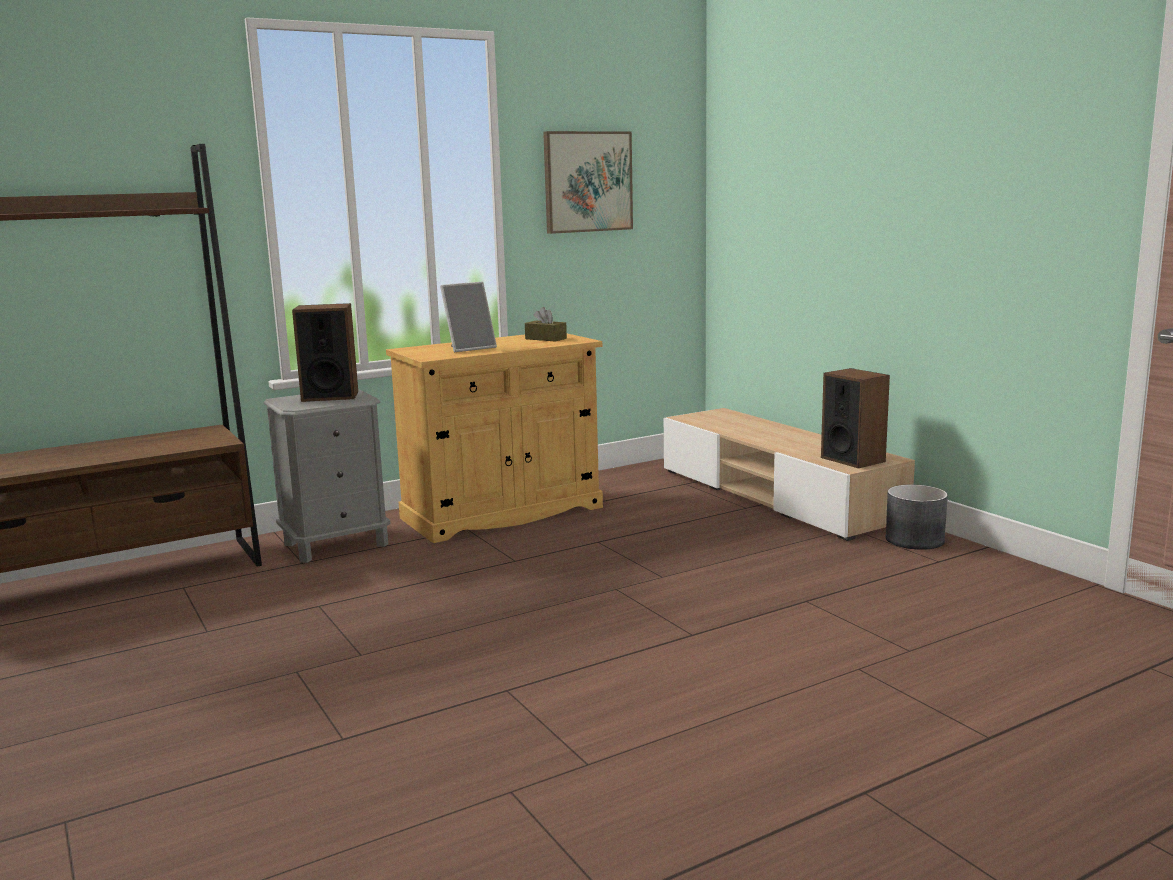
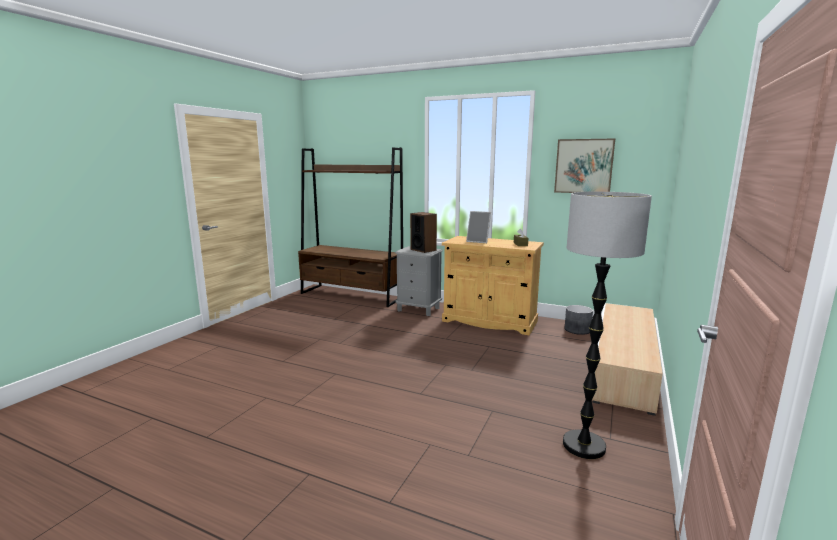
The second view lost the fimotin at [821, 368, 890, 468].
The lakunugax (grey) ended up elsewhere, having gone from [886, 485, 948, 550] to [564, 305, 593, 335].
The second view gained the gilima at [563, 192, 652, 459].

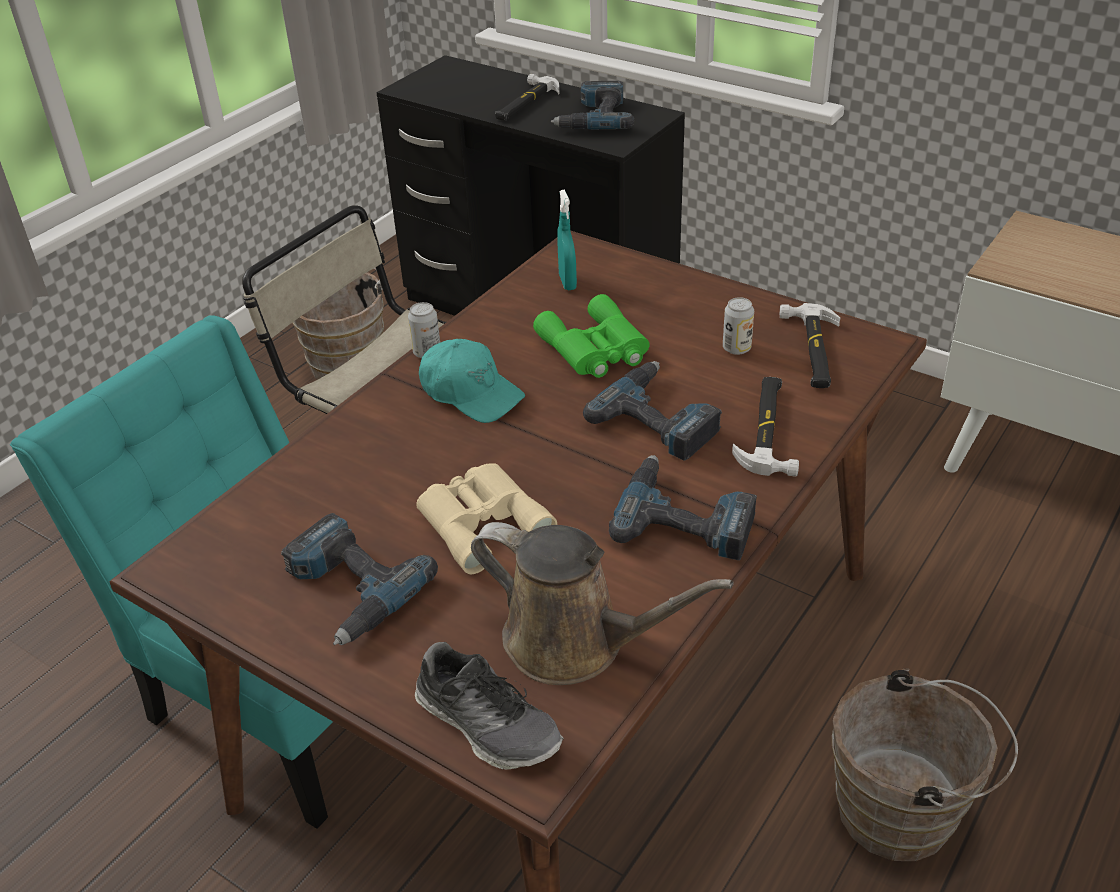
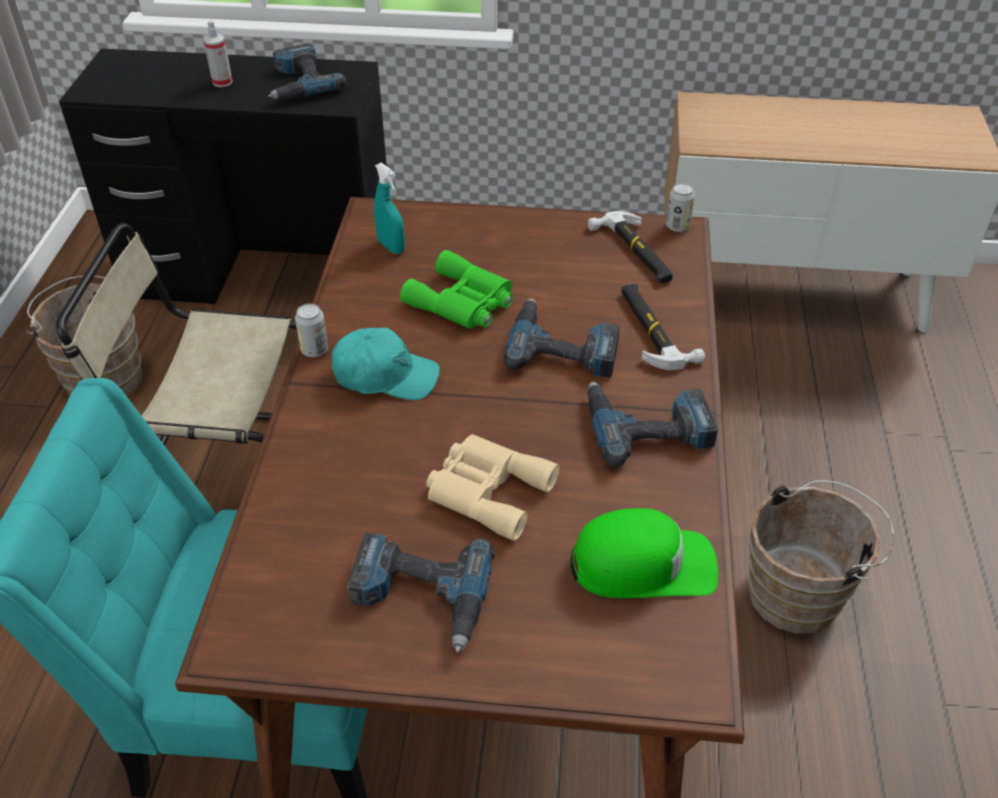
Where the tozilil stood at [495, 74, 559, 121], the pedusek came to stand at [203, 20, 233, 87].
The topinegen ended up elsewhere, having gone from [723, 297, 754, 355] to [666, 183, 695, 232].
Where the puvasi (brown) stood at [471, 522, 734, 685], the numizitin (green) came to stand at [571, 508, 718, 598].
The second view lost the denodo at [415, 642, 564, 770].

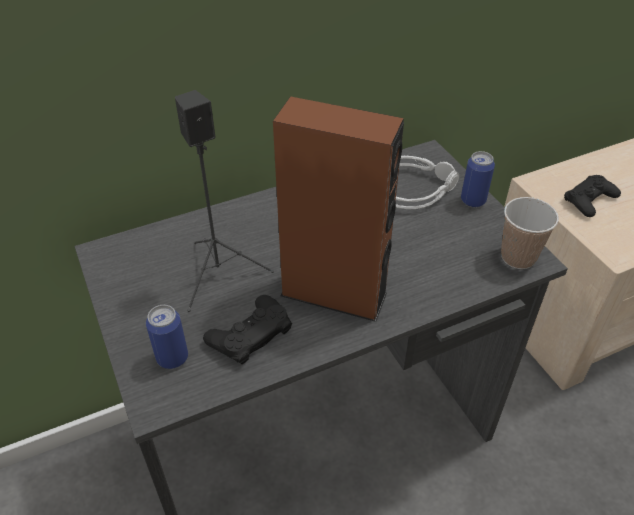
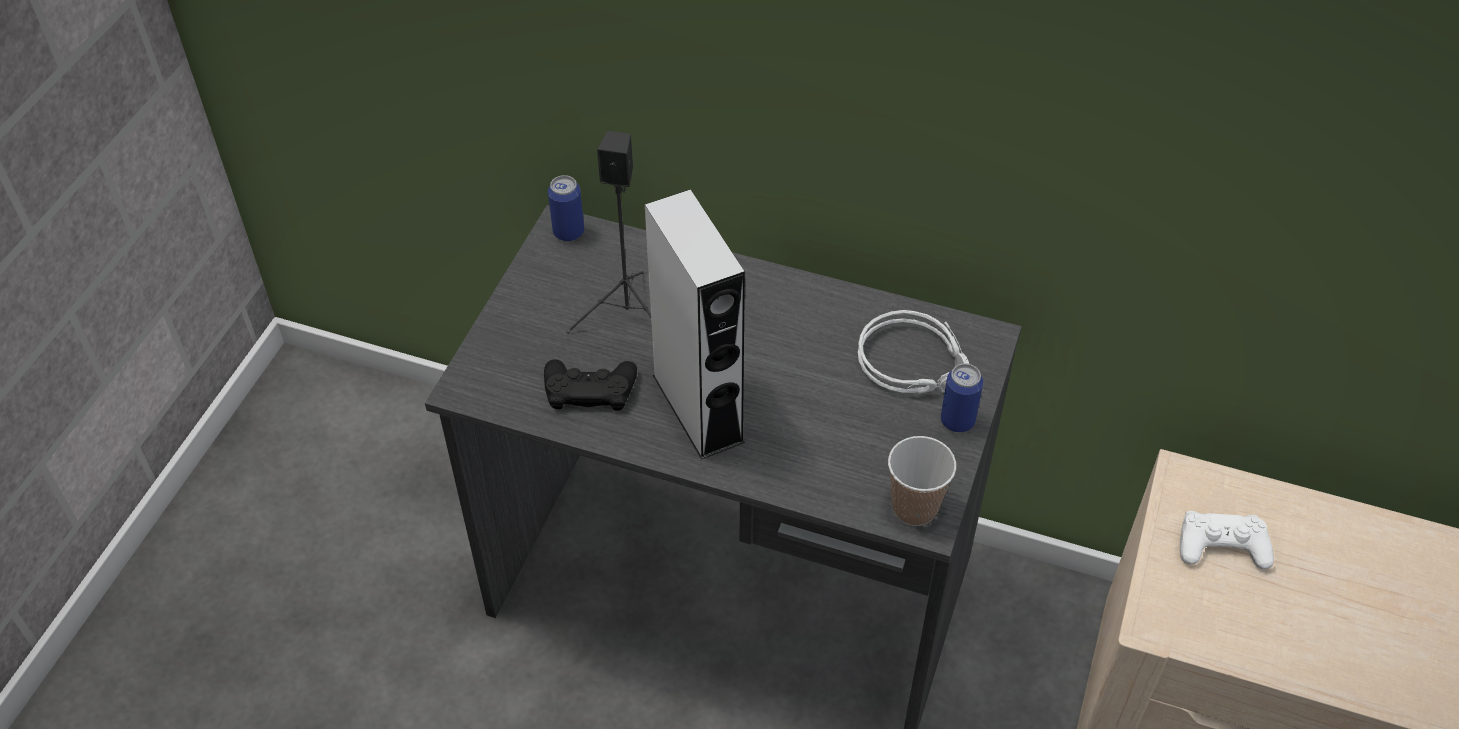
What was the fimotin (brown) at [273, 96, 404, 322] turned into the fimotin (grey) at [645, 190, 745, 460].
What was the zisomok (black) at [564, 175, 621, 217] turned into the zisomok (white) at [1180, 511, 1274, 569].
The topinegen ended up elsewhere, having gone from [146, 305, 188, 369] to [548, 175, 584, 242].

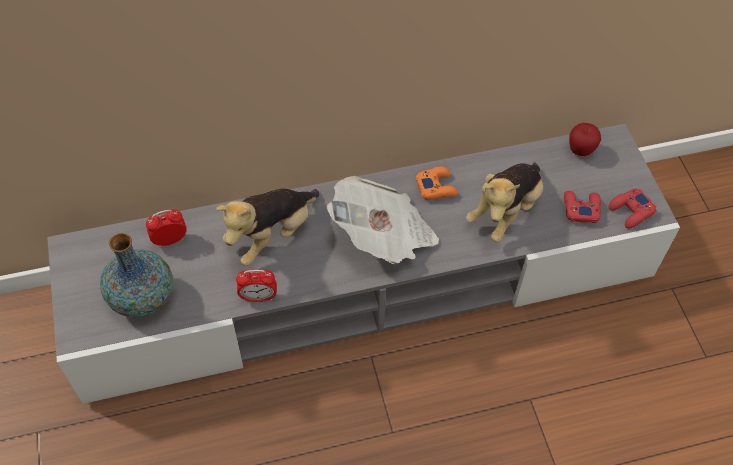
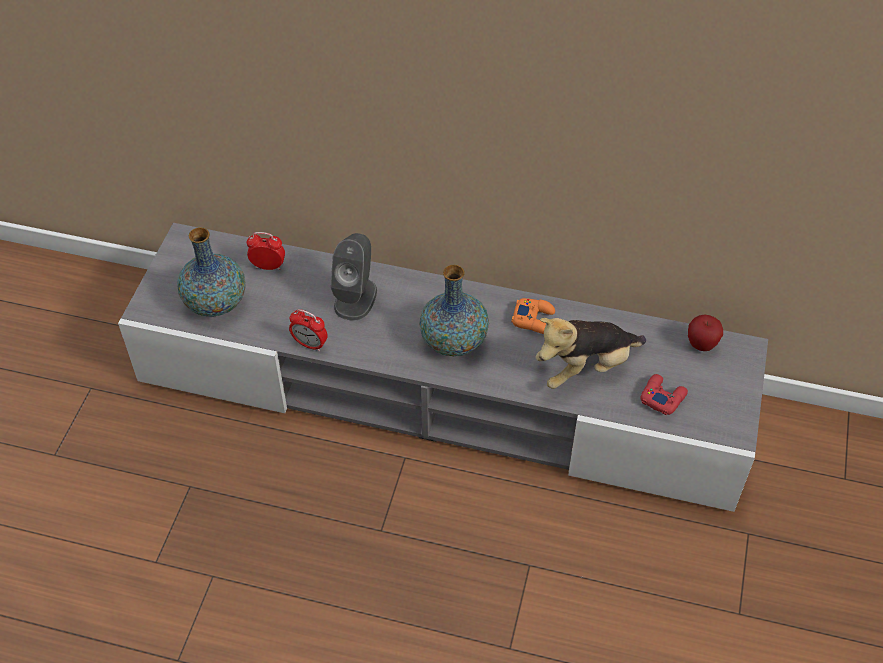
Where the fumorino stood at [326, 176, 439, 264], the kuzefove came to stand at [419, 265, 489, 356].
The second view lost the zisomok (red) at [608, 188, 657, 229].
Where the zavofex stood at [216, 189, 319, 266], the fimotin (grey) came to stand at [331, 233, 377, 321].

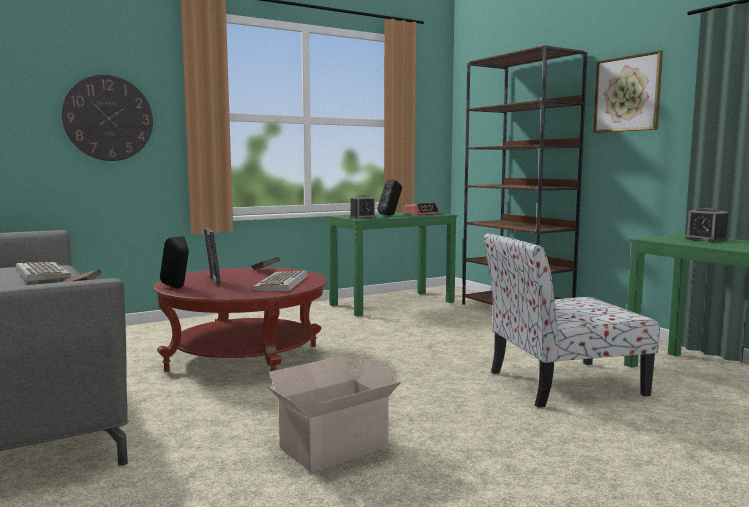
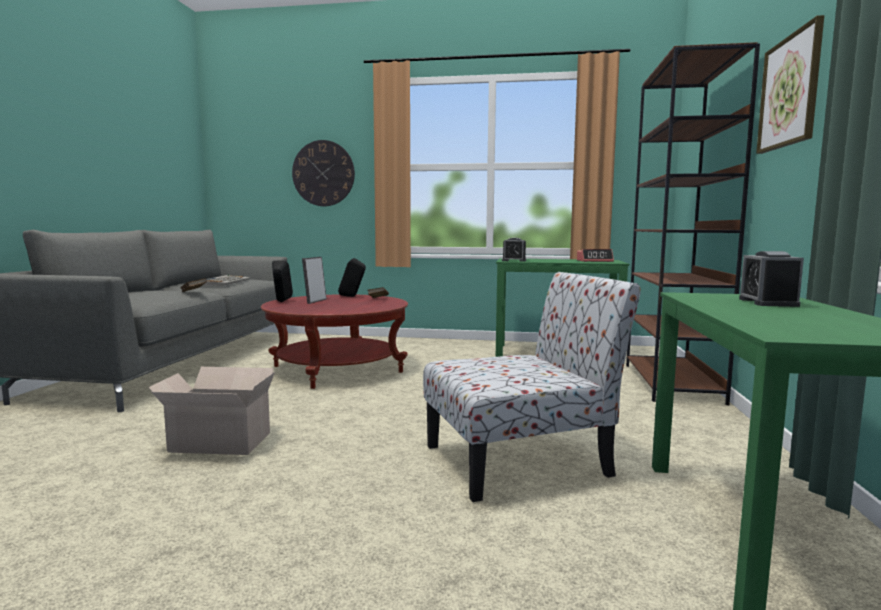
The fimotin (black) ended up elsewhere, having gone from [378, 180, 402, 216] to [338, 258, 366, 297].
The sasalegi at [483, 233, 660, 407] ended up facing another way, 135 degrees clockwise from before.
The second view lost the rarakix at [252, 271, 307, 292].

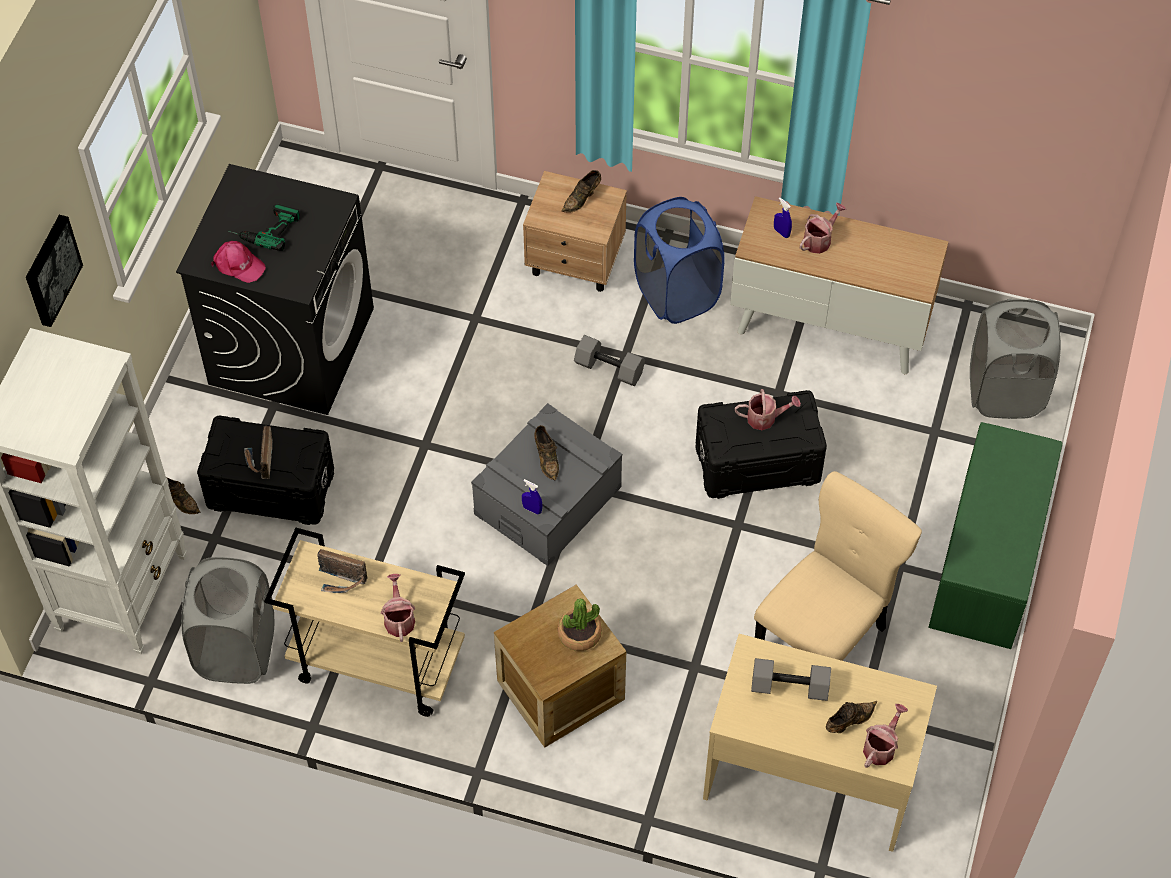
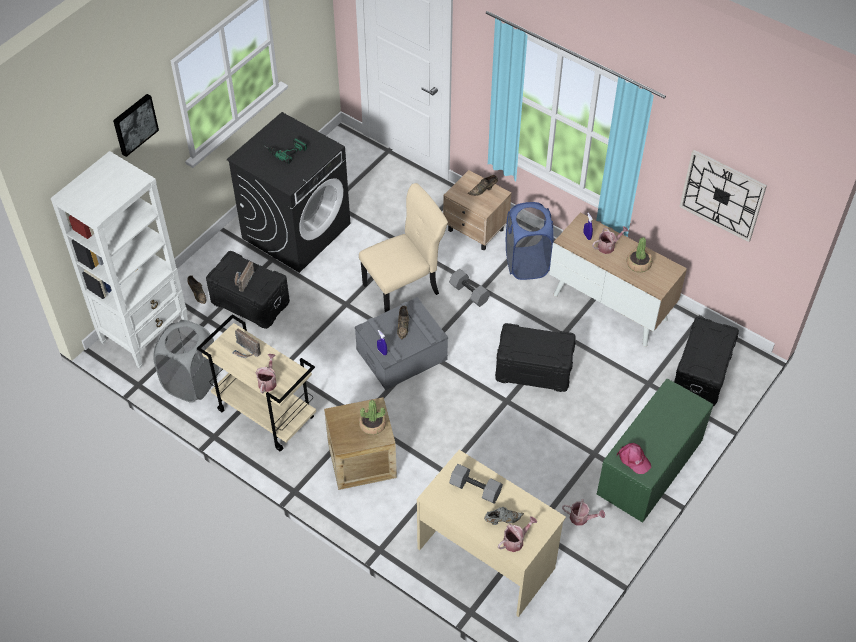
The numizitin (pink) ended up elsewhere, having gone from [211, 241, 266, 283] to [617, 443, 651, 474].
Where the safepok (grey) stood at [970, 299, 1061, 419], the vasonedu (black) came to stand at [674, 317, 739, 406].
The puvasi ended up elsewhere, having gone from [735, 389, 801, 430] to [562, 499, 605, 526].
The sasalegi (beige) ended up elsewhere, having gone from [754, 471, 922, 661] to [359, 183, 448, 312].
What was the denodo (brown) at [826, 701, 878, 733] turned into the denodo (grey) at [484, 507, 524, 525].
The second view gained the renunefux at [679, 150, 767, 242].
The second view gained the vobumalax at [626, 238, 652, 272].

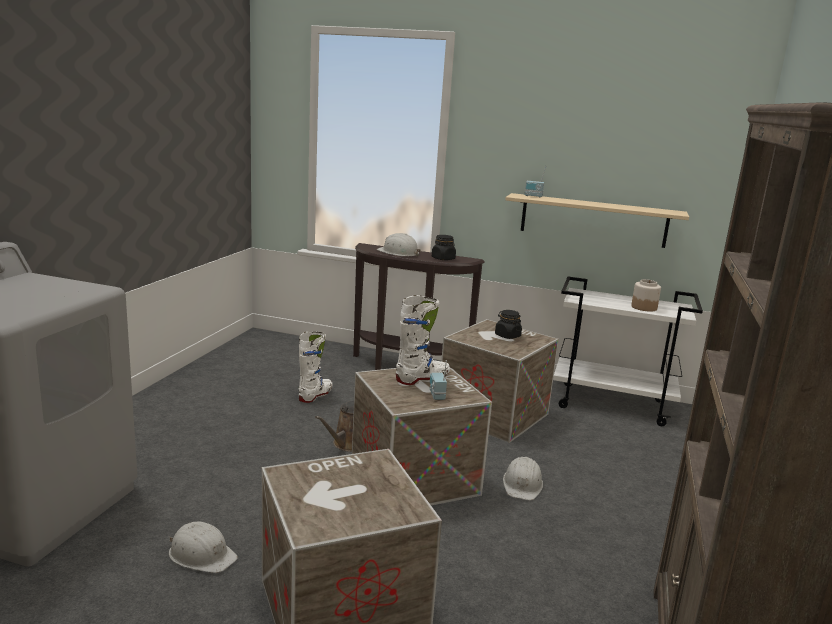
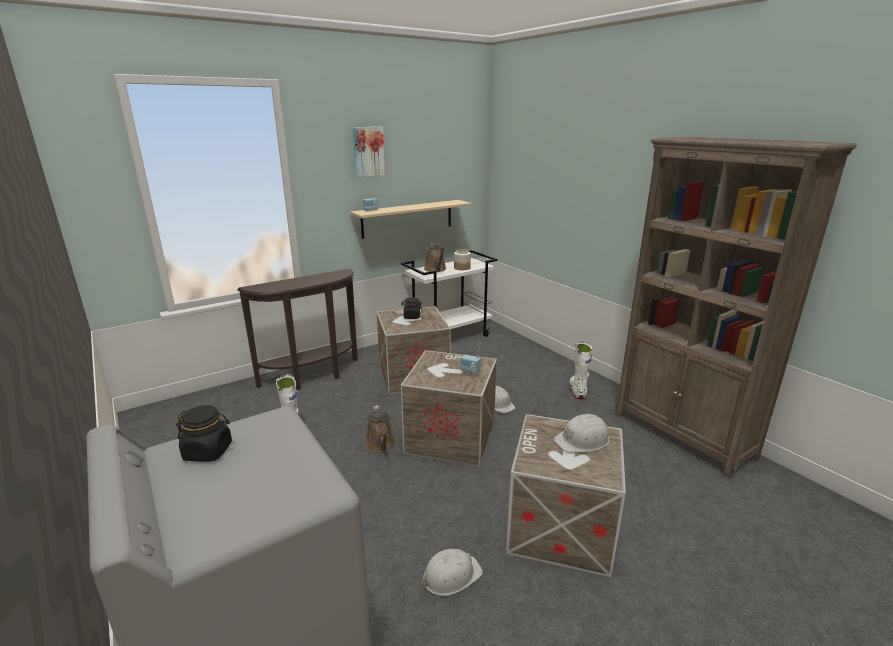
The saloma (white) ended up elsewhere, having gone from [377, 233, 421, 257] to [554, 414, 609, 453].
The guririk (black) ended up elsewhere, having gone from [432, 235, 456, 260] to [176, 405, 232, 462].
The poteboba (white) ended up elsewhere, having gone from [396, 295, 450, 385] to [569, 341, 592, 400].
The second view gained the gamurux at [353, 127, 385, 177].
The second view gained the puvasi (brown) at [424, 243, 446, 272].

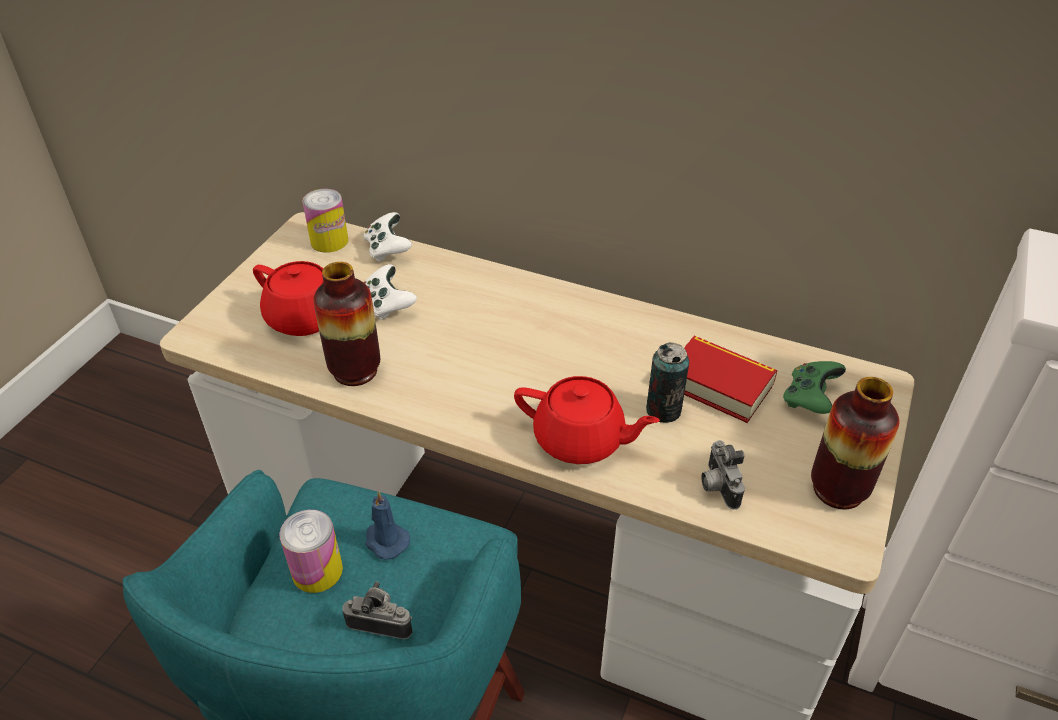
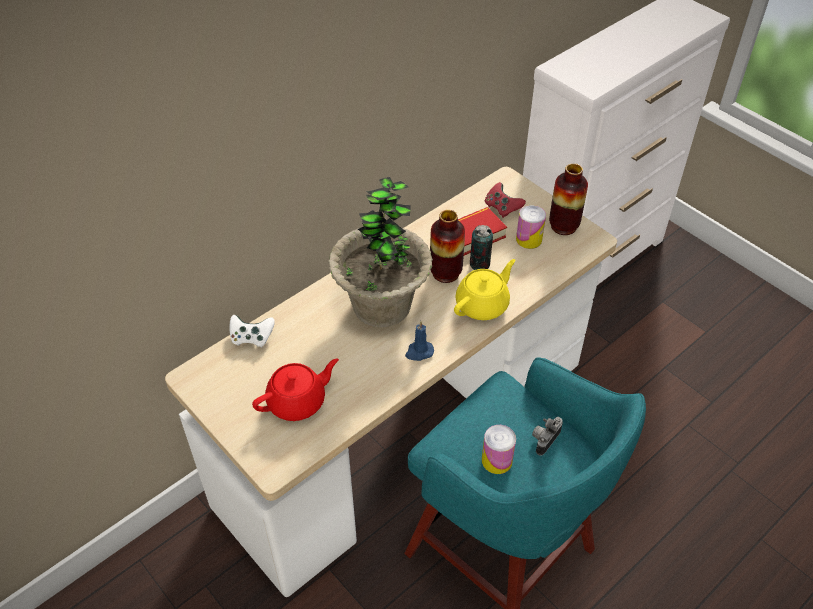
The topinegen ended up elsewhere, having gone from [303, 189, 348, 253] to [516, 205, 546, 249].
The kuzefove ended up elsewhere, having gone from [313, 262, 380, 386] to [430, 210, 465, 283].
The second view lost the zisomok (white) at [364, 264, 417, 320].
What was the zisomok (green) at [783, 361, 846, 414] turned into the zisomok (red) at [485, 182, 526, 218].
What was the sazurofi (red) at [514, 376, 660, 464] turned into the sazurofi (yellow) at [454, 259, 515, 320].
The second view lost the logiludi at [701, 440, 745, 509].
The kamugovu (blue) ended up elsewhere, having gone from [365, 491, 410, 559] to [405, 321, 434, 361].
The second view gained the vobumalax at [328, 177, 433, 327].

